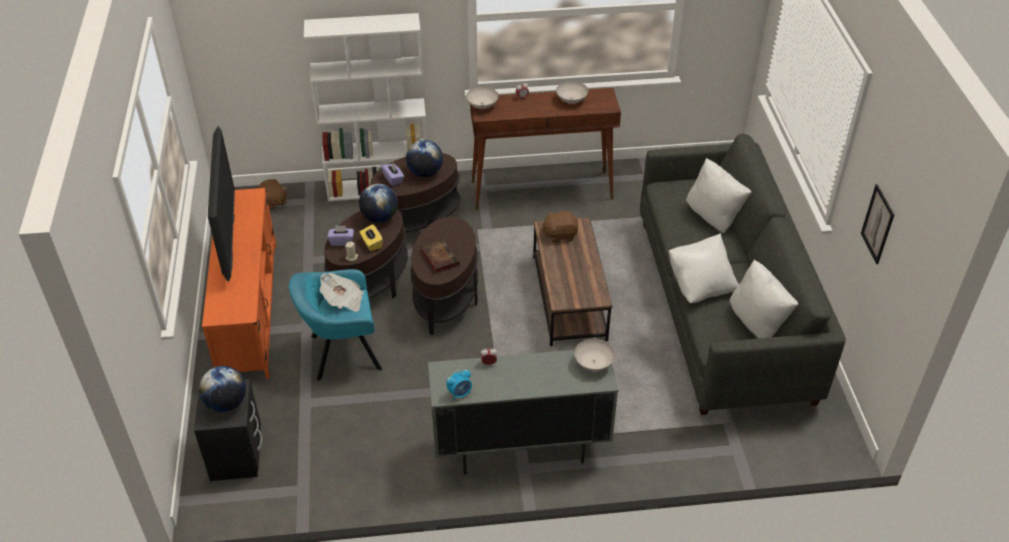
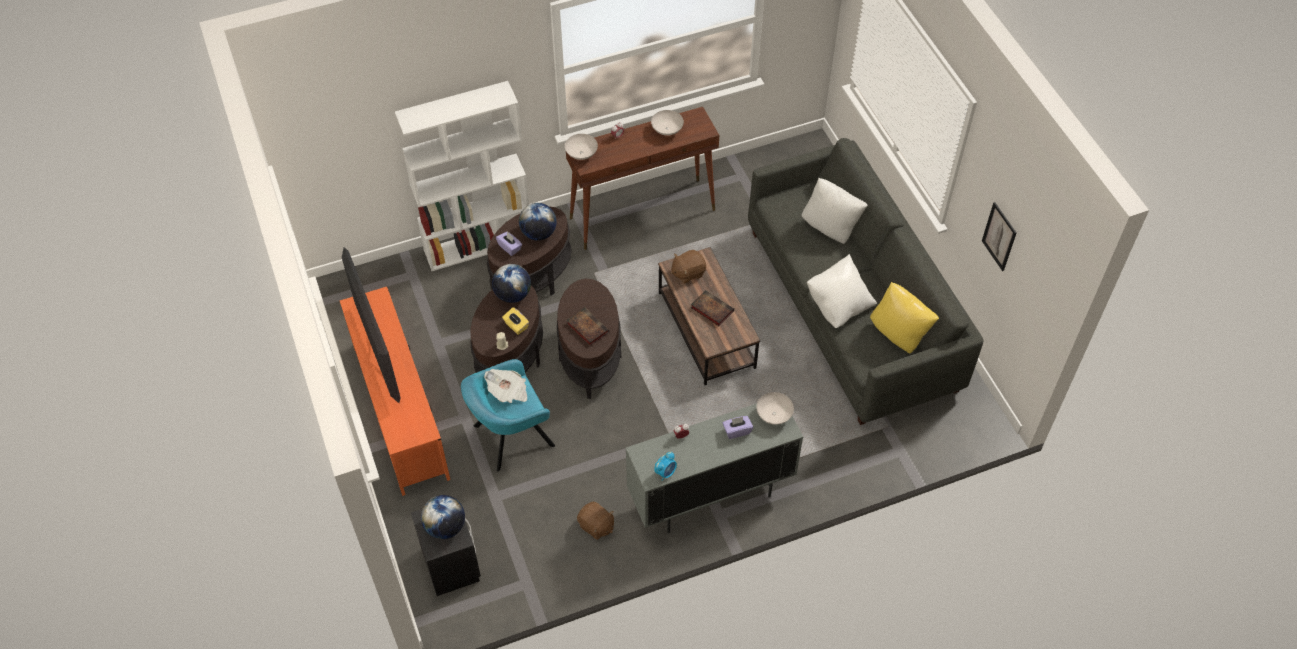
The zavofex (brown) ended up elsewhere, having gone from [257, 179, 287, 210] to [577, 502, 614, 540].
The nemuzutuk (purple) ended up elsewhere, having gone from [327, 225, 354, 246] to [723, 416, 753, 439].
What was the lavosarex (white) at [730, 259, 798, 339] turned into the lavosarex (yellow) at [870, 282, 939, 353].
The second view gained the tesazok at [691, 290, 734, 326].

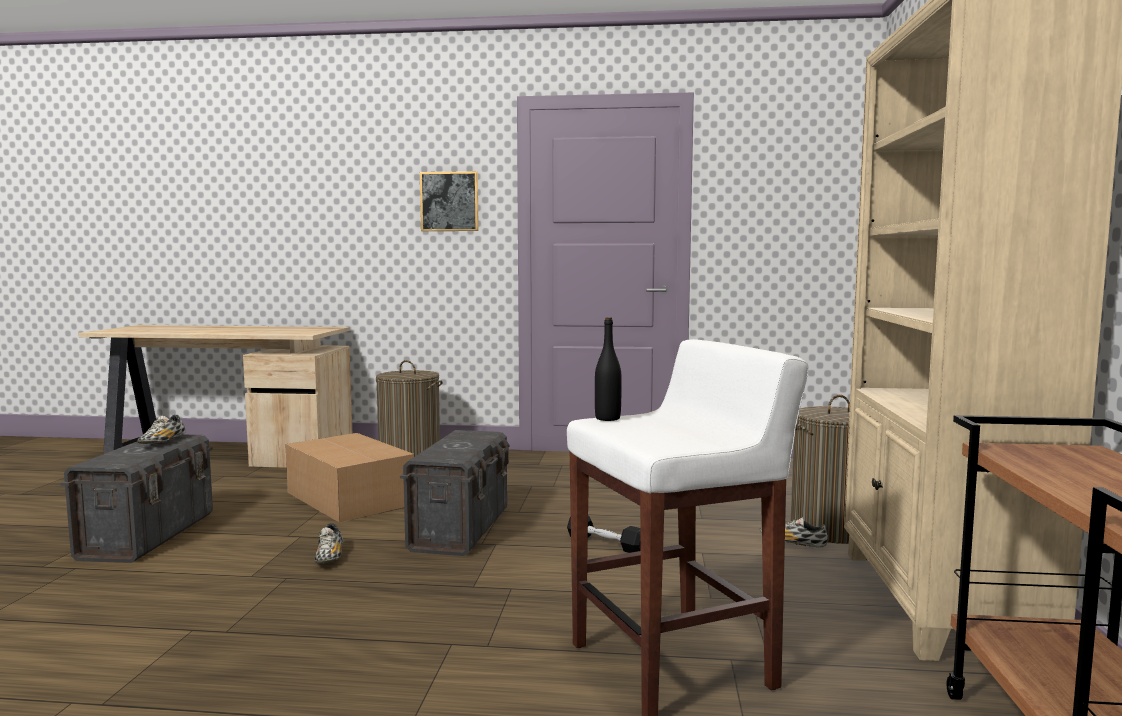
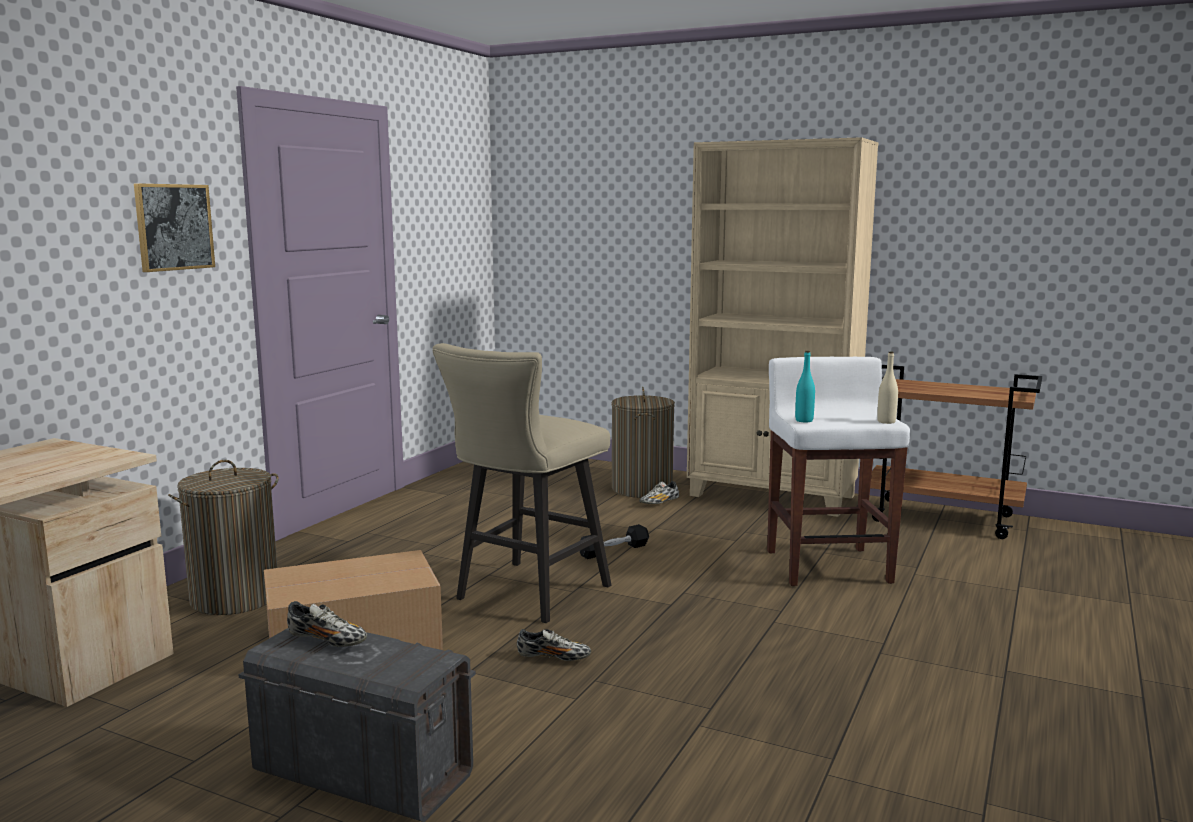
What was the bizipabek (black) at [595, 317, 622, 421] turned into the bizipabek (turquoise) at [795, 351, 815, 422].
Where the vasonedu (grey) stood at [400, 430, 509, 556], the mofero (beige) came to stand at [433, 343, 611, 623].
The second view gained the bizipabek (beige) at [877, 351, 898, 424].

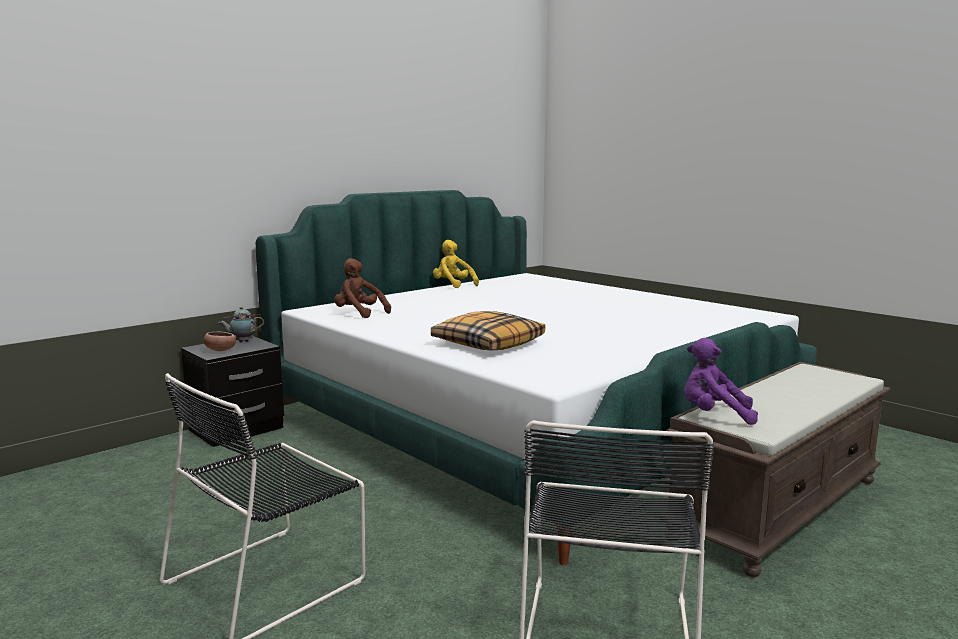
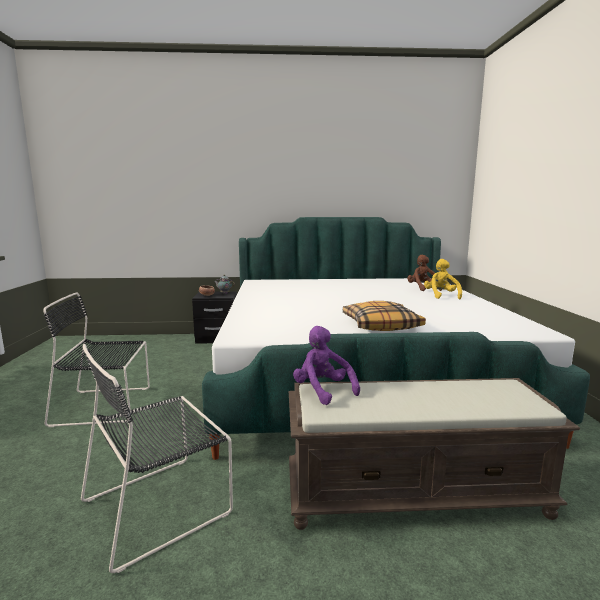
The zavofex (yellow) ended up elsewhere, having gone from [433, 240, 479, 288] to [424, 259, 462, 299].
The zavofex (brown) ended up elsewhere, having gone from [334, 258, 391, 318] to [407, 255, 442, 291].
The lavosarex ended up elsewhere, having gone from [431, 311, 545, 350] to [343, 301, 426, 331].

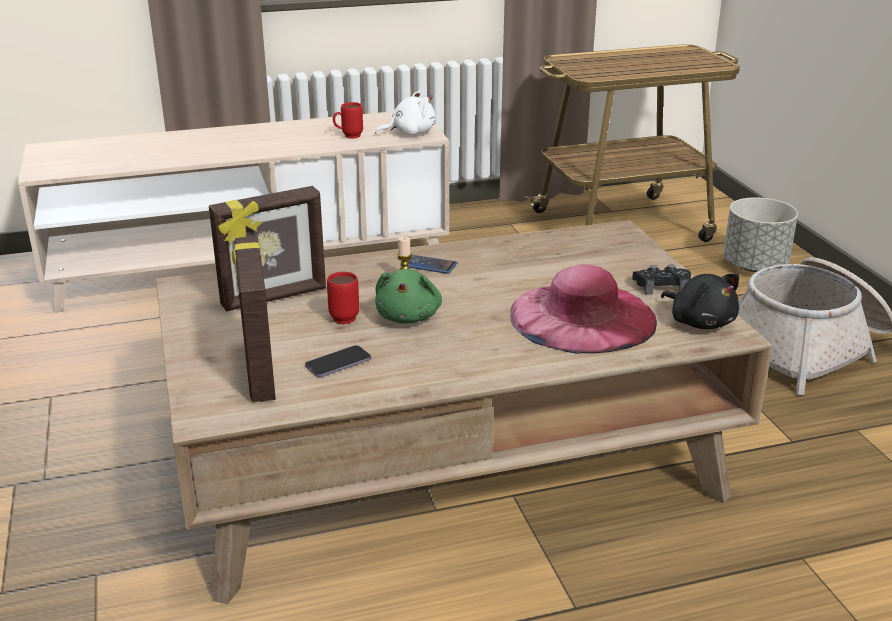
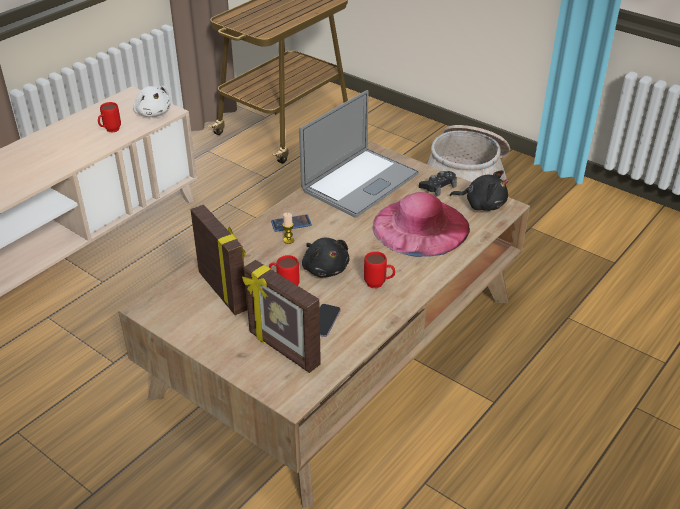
The zavofex (white) at [375, 90, 435, 135] ended up facing another way, 105 degrees clockwise from before.
The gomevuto at [209, 186, 326, 311] ended up facing another way, 60 degrees counterclockwise from before.
The second view lost the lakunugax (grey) at [723, 197, 798, 272].
What was the zavofex (green) at [375, 269, 442, 324] turned into the zavofex (black) at [302, 238, 349, 277].
The second view gained the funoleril at [299, 90, 419, 218].
The second view gained the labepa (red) at [364, 251, 395, 288].

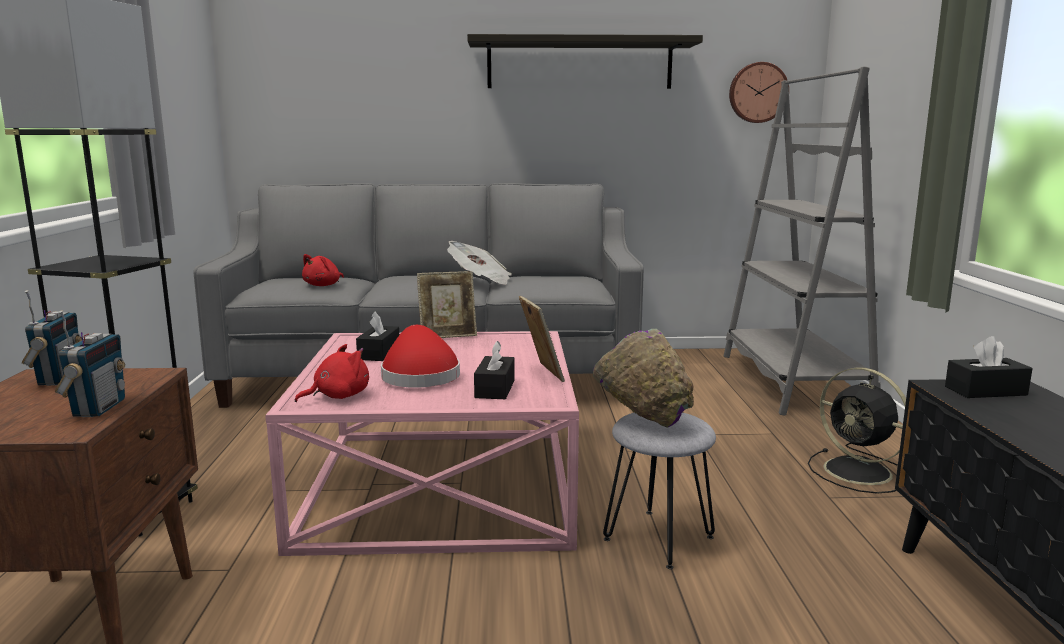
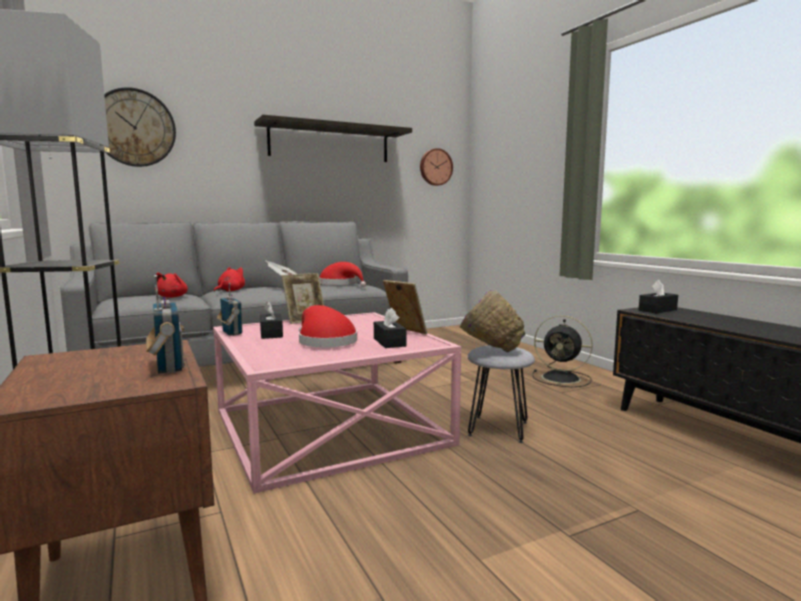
The second view lost the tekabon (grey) at [724, 66, 881, 415].
The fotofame ended up elsewhere, having gone from [22, 290, 82, 386] to [217, 283, 242, 336].
The zavofex (red) ended up elsewhere, having gone from [295, 344, 369, 402] to [214, 267, 245, 292].
The second view gained the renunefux at [104, 87, 176, 167].
The second view gained the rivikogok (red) at [319, 262, 366, 287].

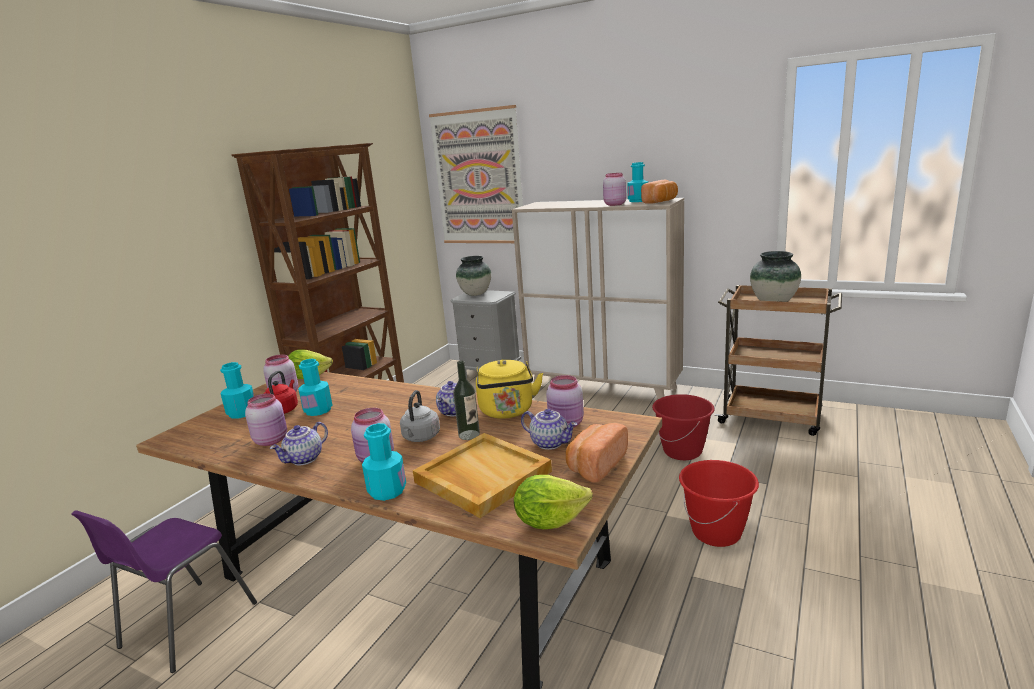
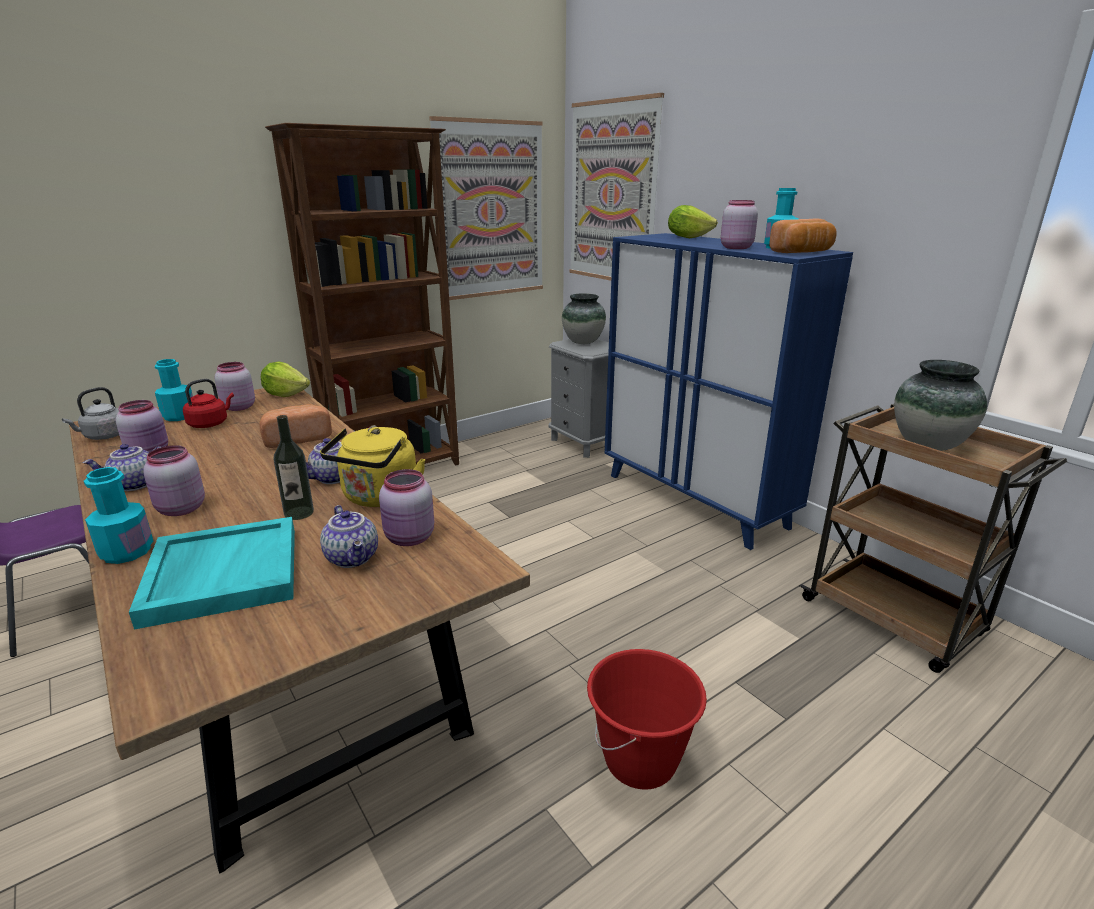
What was the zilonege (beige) at [512, 198, 684, 399] turned into the zilonege (blue) at [605, 233, 853, 550].
The second view lost the bizipabek (turquoise) at [298, 359, 332, 416].
The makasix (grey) ended up elsewhere, having gone from [400, 390, 440, 442] to [62, 387, 119, 440].
The second view lost the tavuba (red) at [652, 394, 715, 460].
The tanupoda ended up elsewhere, having gone from [566, 423, 628, 483] to [259, 404, 332, 448].
What was the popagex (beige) at [413, 433, 552, 518] turned into the popagex (turquoise) at [129, 517, 295, 630].
The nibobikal ended up elsewhere, having gone from [514, 475, 593, 529] to [668, 205, 718, 238].
The second view gained the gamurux at [429, 116, 543, 300].

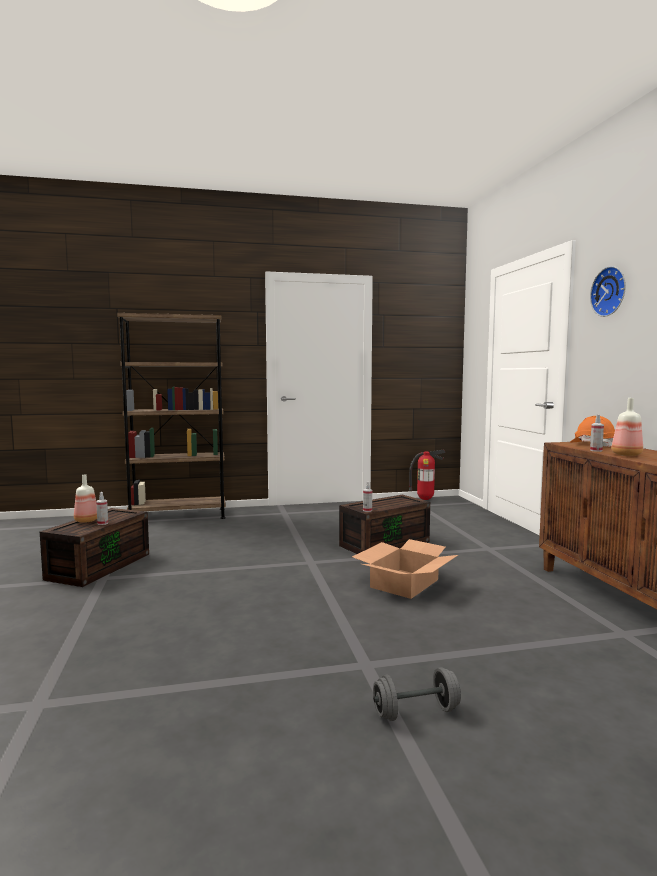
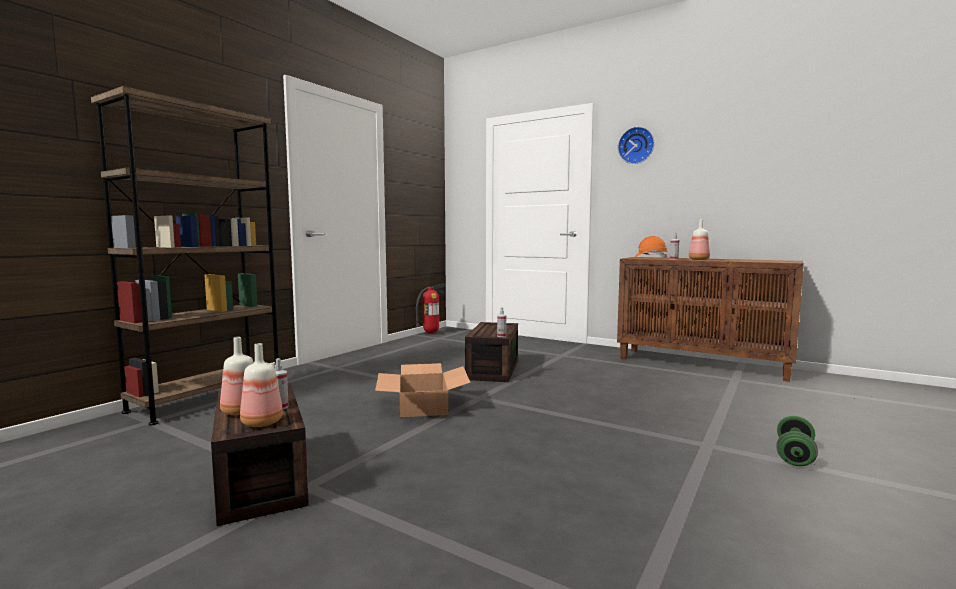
The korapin ended up elsewhere, having gone from [352, 539, 458, 599] to [375, 363, 470, 417].
What was the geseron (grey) at [373, 667, 461, 721] turned into the geseron (green) at [776, 416, 818, 466].
The second view gained the bizipabek at [240, 343, 283, 427].

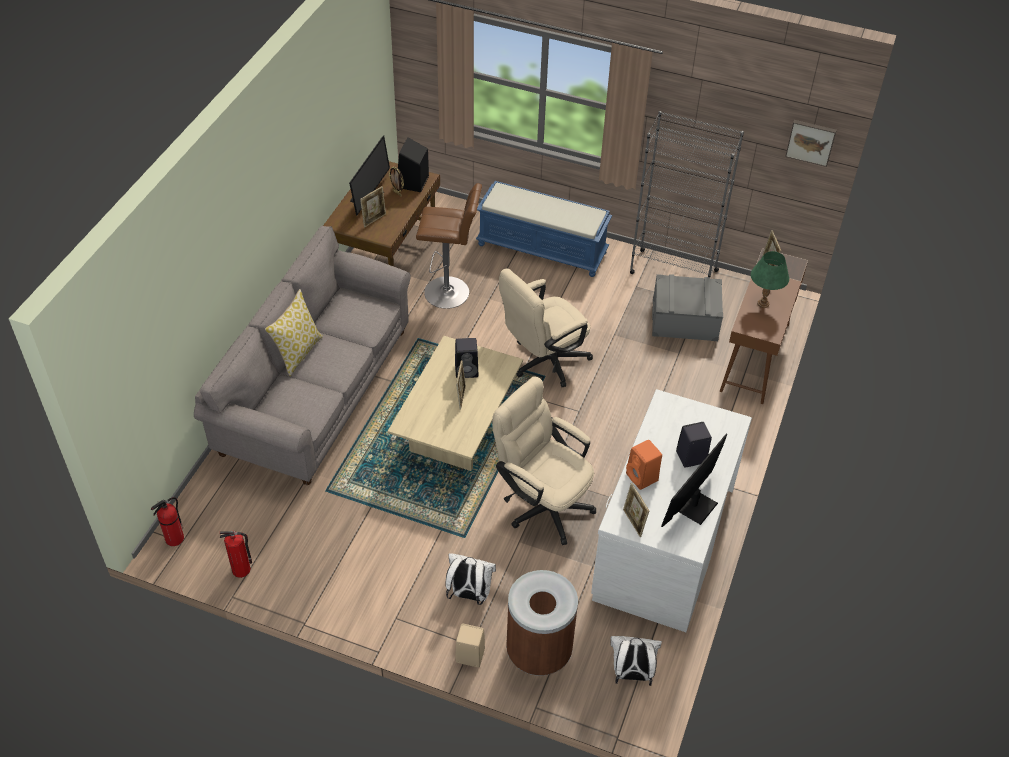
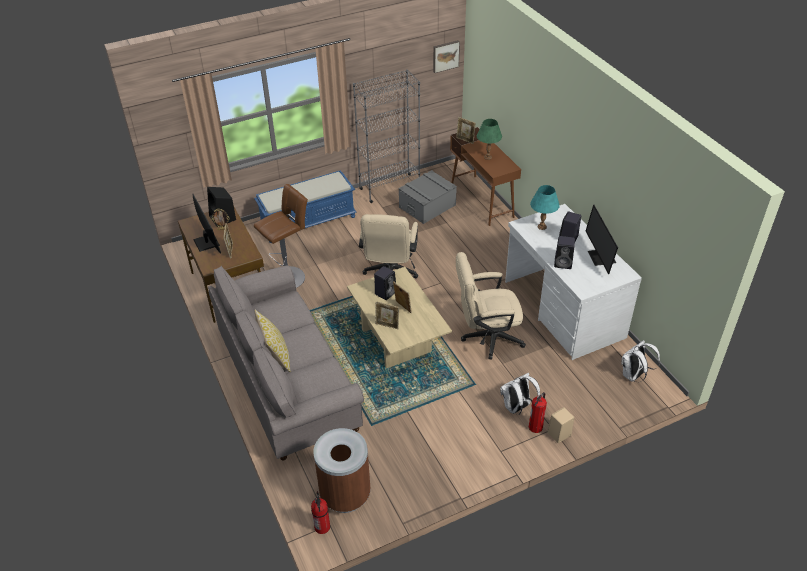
What was the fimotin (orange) at [626, 440, 662, 490] turned into the fimotin (black) at [554, 236, 575, 269].
The gomevuto ended up elsewhere, having gone from [623, 483, 649, 537] to [375, 301, 399, 329].
The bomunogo ended up elsewhere, having gone from [220, 531, 252, 578] to [529, 392, 547, 433].
The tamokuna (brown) ended up elsewhere, having gone from [506, 570, 578, 676] to [313, 428, 371, 513].
The second view gained the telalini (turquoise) at [530, 185, 560, 230].

